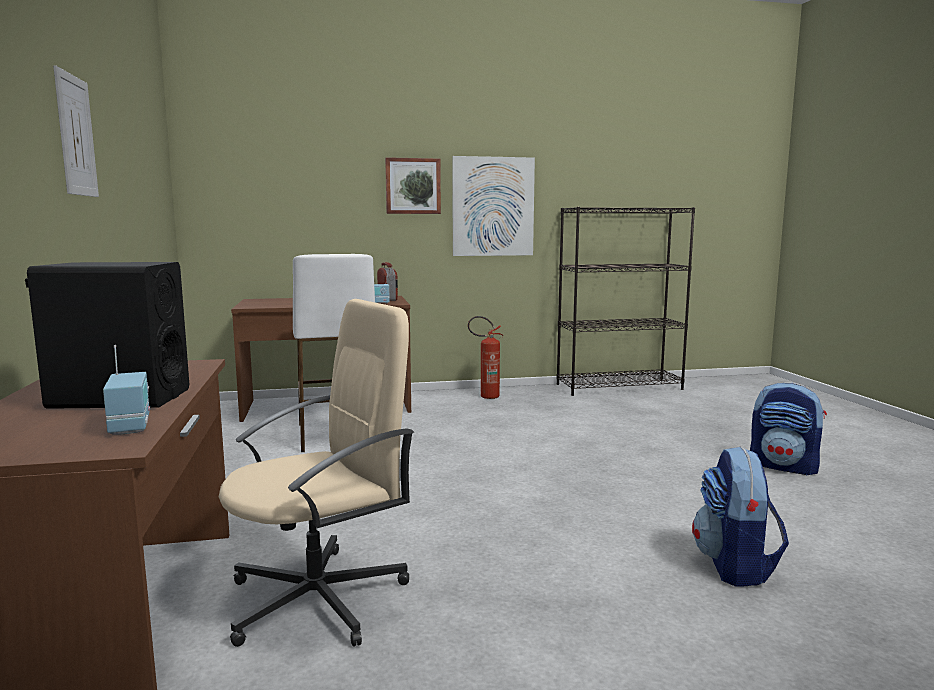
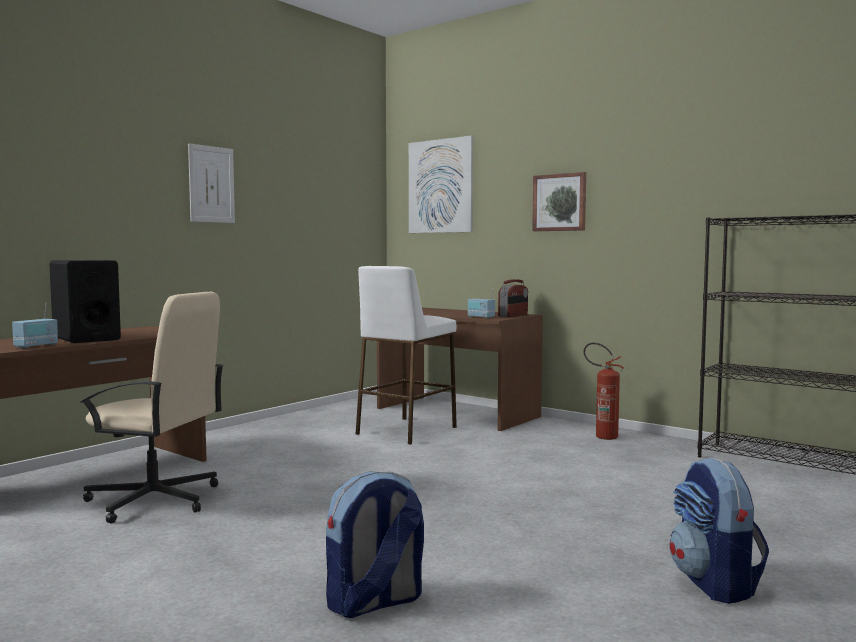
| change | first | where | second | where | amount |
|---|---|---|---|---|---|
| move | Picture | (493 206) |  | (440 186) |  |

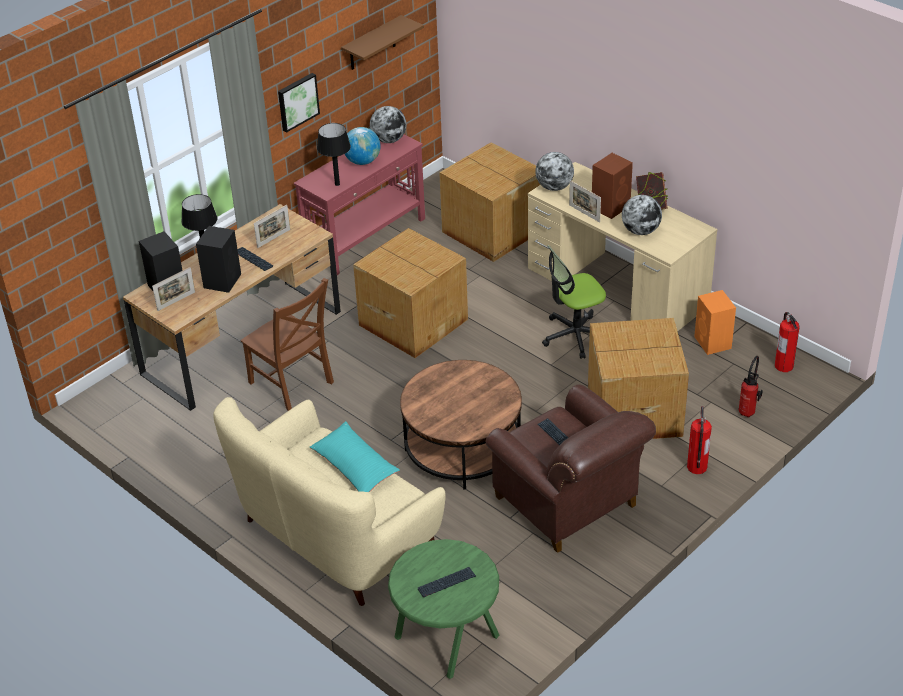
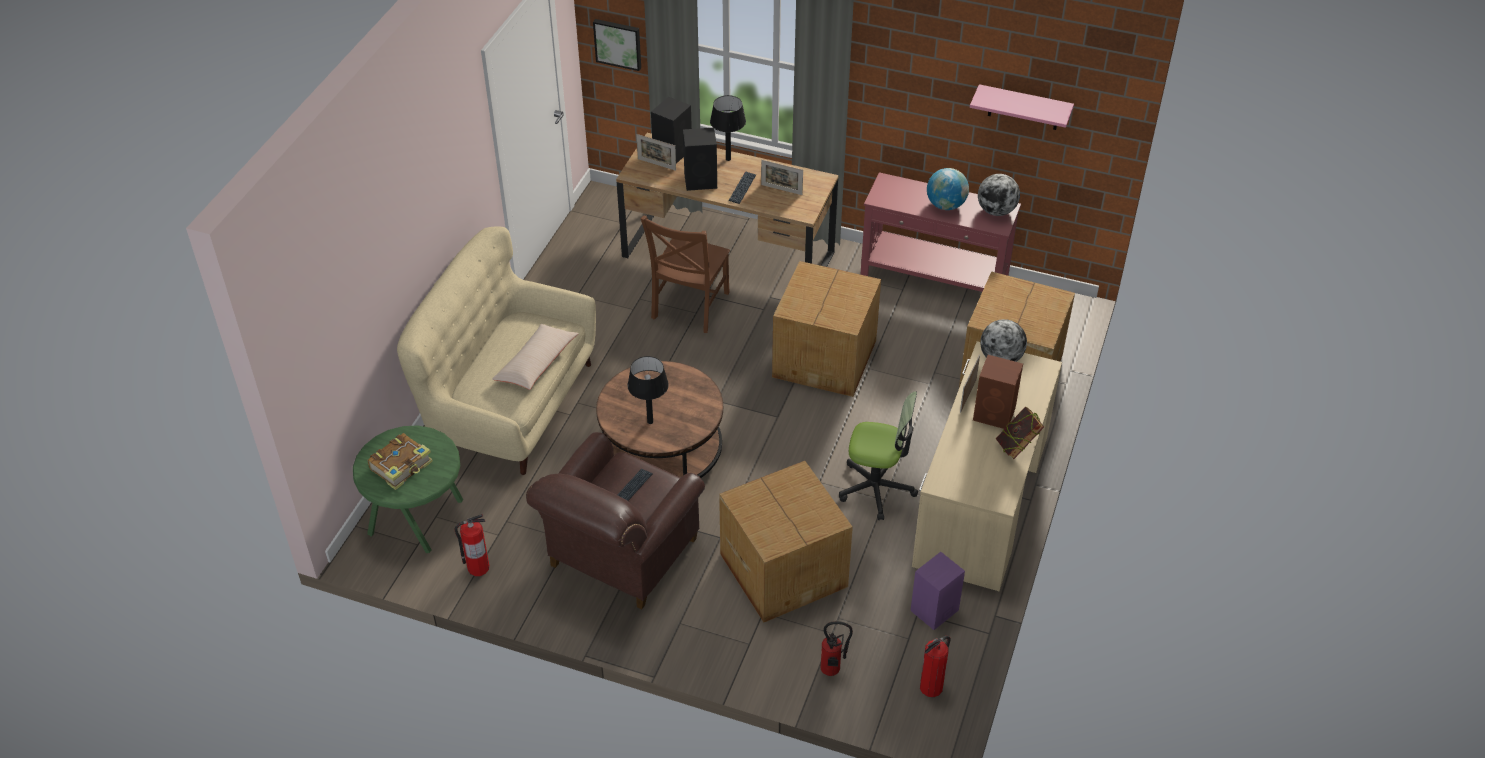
| change | first | where | second | where | amount |
|---|---|---|---|---|---|
| delete | DeskGlobe | (640 231) |  |  |  |
| move | Picture | (297 101) |  | (618 43) |  |
| move | BlackTableLamp | (337 184) |  | (650 422) |  |
| move | FireExtinguisher | (697 467) |  | (478 567) |  |
| replace | Keyboard | (446 583) | Book | (402 466) |  |
| recolor | BlueGreenThrowPillow | (354 466) | SandColouredThrowPillow | (536 363) |  |
| recolor | BrownColouredShelf | (372 44) | PinkColouredShelf | (1024 108) |  |
| recolor | OrangeLoudspeaker | (713 343) | PurpleColouredLoudspeaker | (933 611) |  |
| rotate | ComputerChair | (575 335) |  | (876 488) | 150 degrees clockwise |

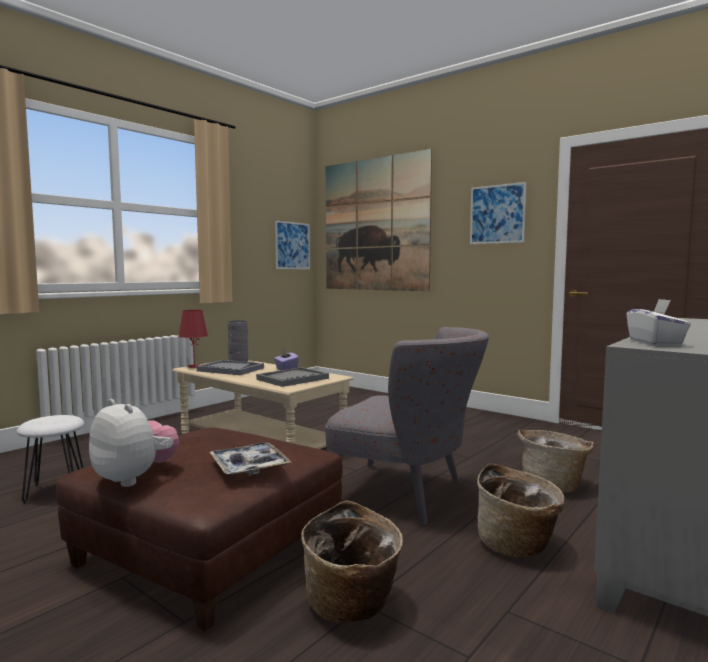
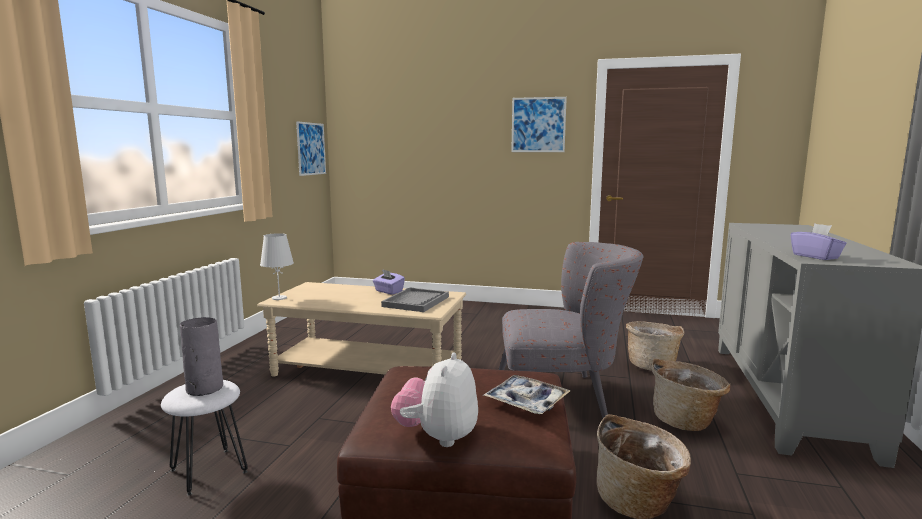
| change | first | where | second | where | amount |
|---|---|---|---|---|---|
| delete | GreyServingTray | (230 369) |  |  |  |
| delete | Picture | (375 225) |  |  |  |
| move | GreyVase | (237 361) |  | (203 389) |  |
| recolor | ReddishTableLamp | (194 366) | WhiteColouredTableLamp | (279 298) |  |
| recolor | WhiteColouredTissueBox | (656 343) | PurpleColouredTissueBox | (815 256) |  |
| rotate | CuddlyToy | (134 478) |  | (437 437) | 90 degrees counterclockwise |

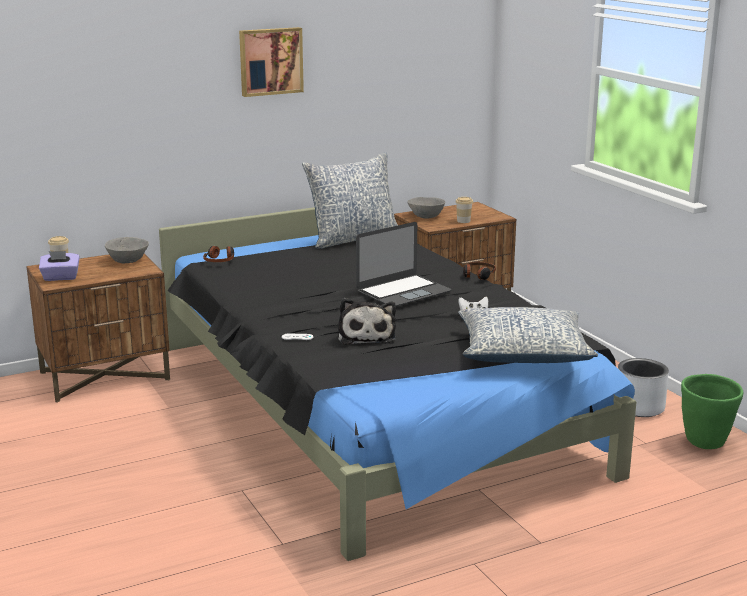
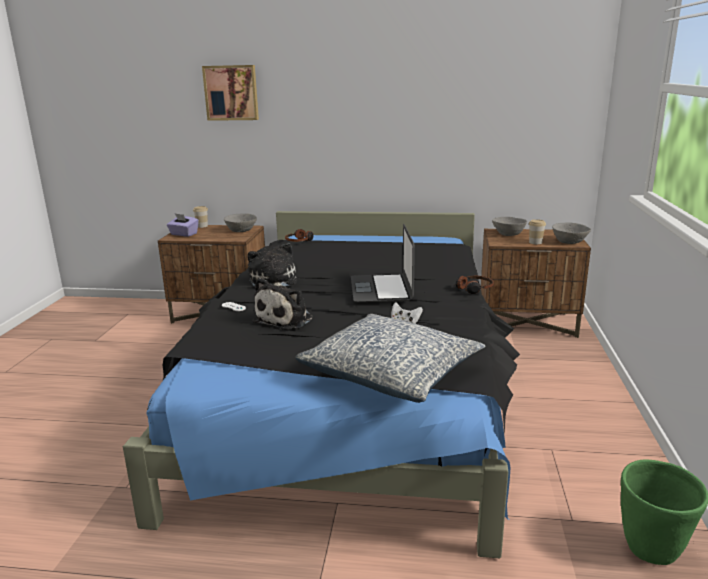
| change | first | where | second | where | amount |
|---|---|---|---|---|---|
| delete | ThrowPillow | (353 239) |  |  |  |
| delete | GreyPlantPot | (639 407) |  |  |  |
| insert |  |  | CuddlyToy | (273 282) |  |
| insert |  |  | GreyBowl | (569 242) |  |
| move | Picture | (270 61) |  | (231 93) |  |
| rotate | Laptop | (403 291) |  | (381 288) | 90 degrees clockwise |

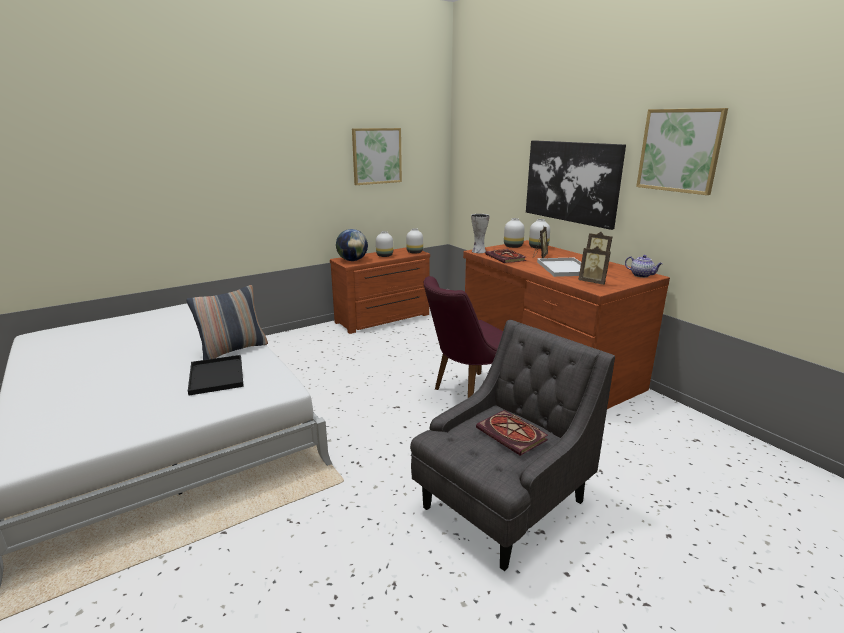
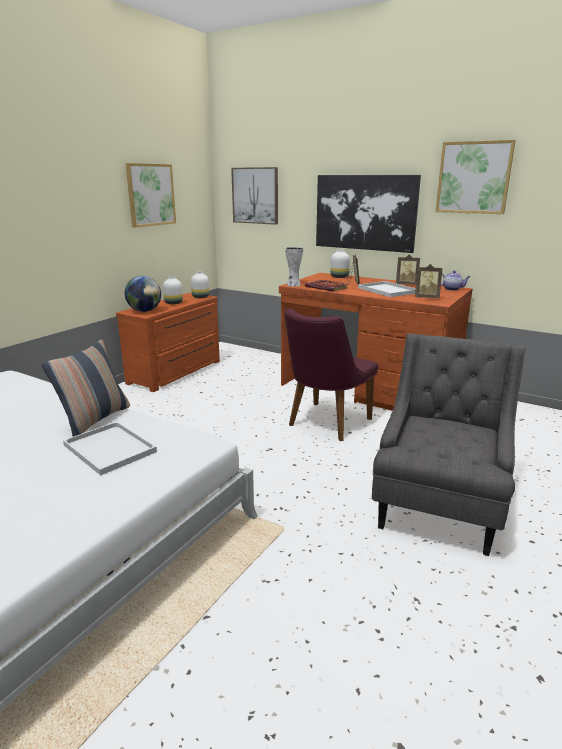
| change | first | where | second | where | amount |
|---|---|---|---|---|---|
| delete | Book | (513 435) |  |  |  |
| delete | WhiteColouredVase | (512 246) |  |  |  |
| insert |  |  | Picture | (255 195) |  |
| recolor | BlackServingTray | (217 376) | WhiteColouredServingTray | (111 449) |  |

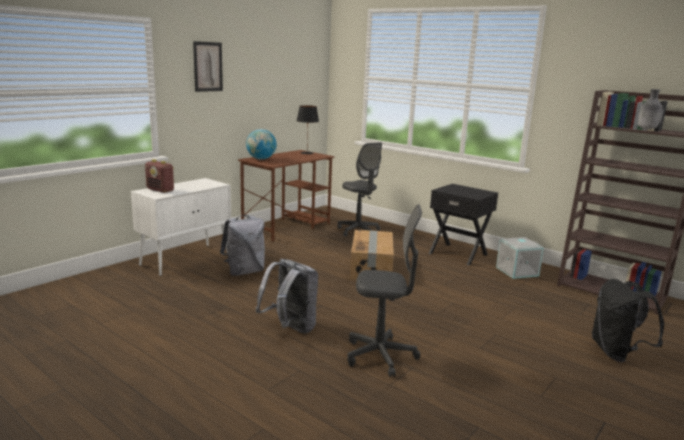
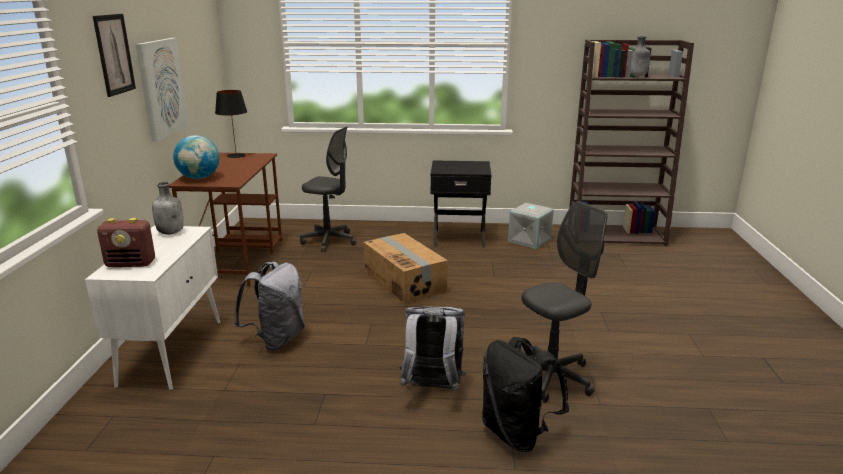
| change | first | where | second | where | amount |
|---|---|---|---|---|---|
| insert |  |  | Picture | (161 88) |  |
| insert |  |  | GreyDrinkBottle | (171 232) |  |
| move | BlackRucksack | (617 353) |  | (517 434) |  |

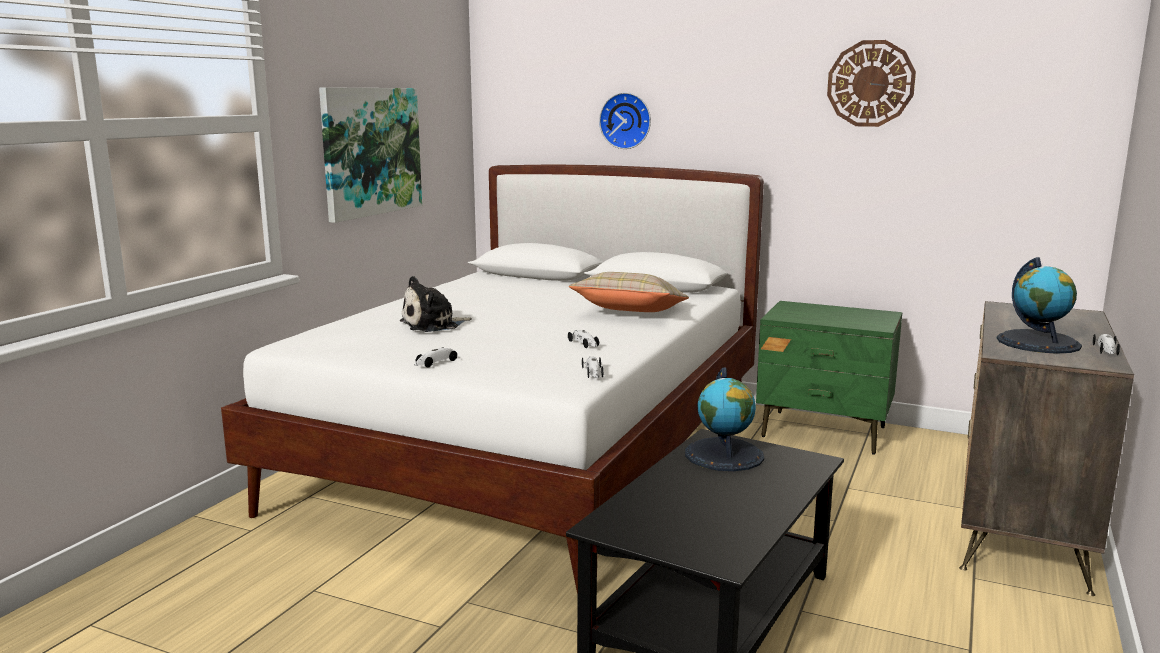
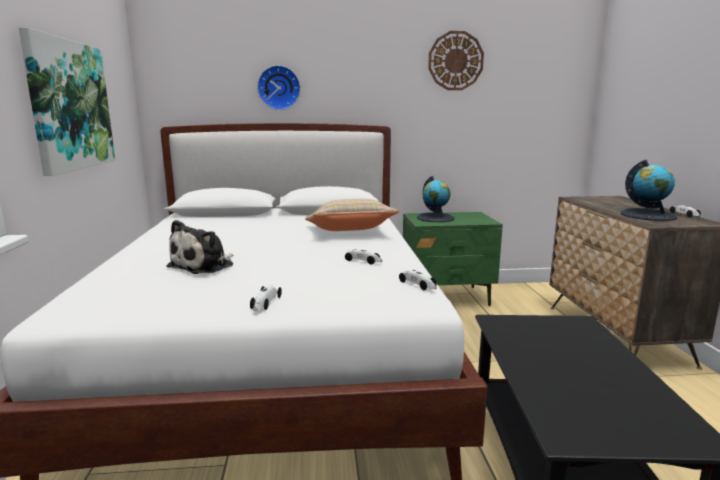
| change | first | where | second | where | amount |
|---|---|---|---|---|---|
| move | DeskGlobe | (724 455) |  | (435 218) |  |

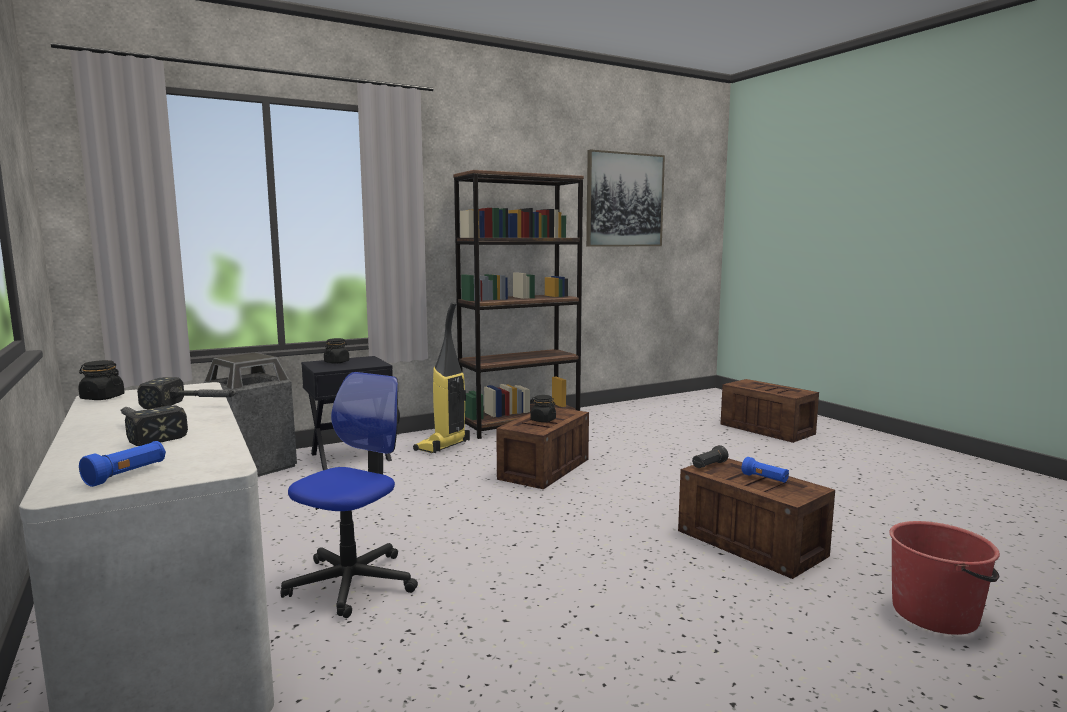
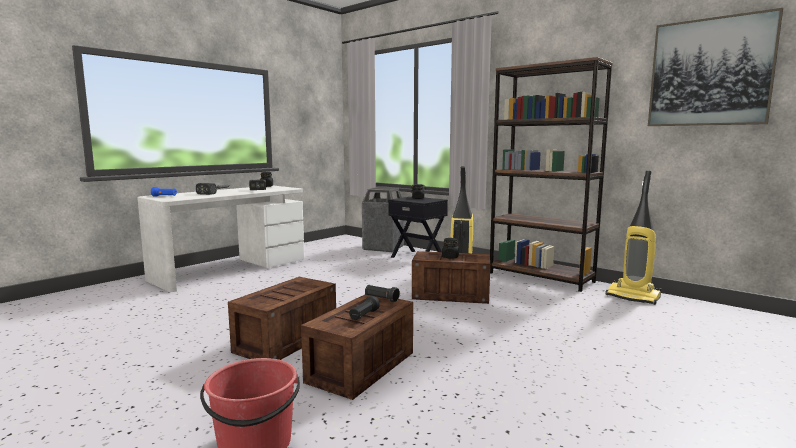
| change | first | where | second | where | amount |
|---|---|---|---|---|---|
| delete | ComputerChair | (352 583) |  |  |  |
| insert |  |  | Vacuum | (633 297) |  |
| move | ShippingCrate | (765 429) |  | (287 339) |  |
| recolor | BlueTorch | (765 479) | BlackTorch | (363 316) |  |

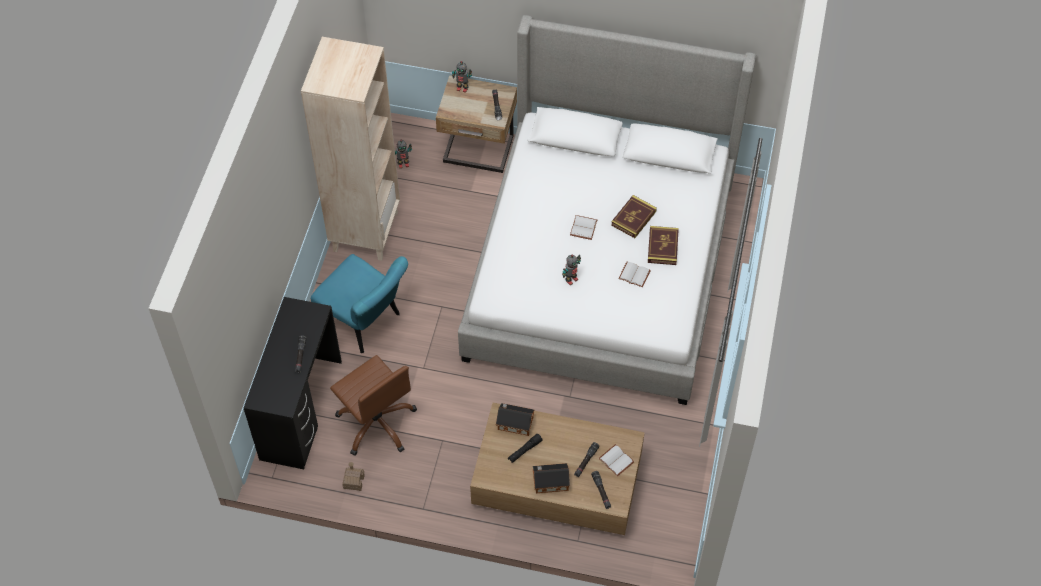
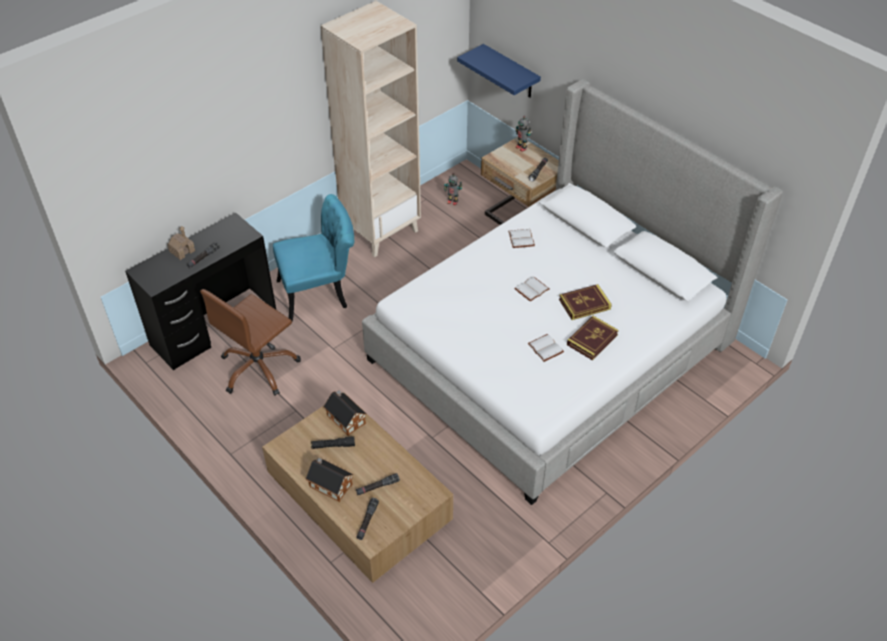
| change | first | where | second | where | amount |
|---|---|---|---|---|---|
| delete | ModelRobot | (571 279) |  |  |  |
| insert |  |  | BlueShelf | (510 72) |  |
| move | MiniatureHouse | (353 481) |  | (182 251) |  |
| move | WhiteColouredBook | (617 460) |  | (522 239) |  |
| rotate | BlueGreenUprightChair | (365 322) |  | (320 293) | 90 degrees counterclockwise |
| rotate | BrownColouredComputerChair | (377 423) |  | (259 368) | 45 degrees clockwise |

